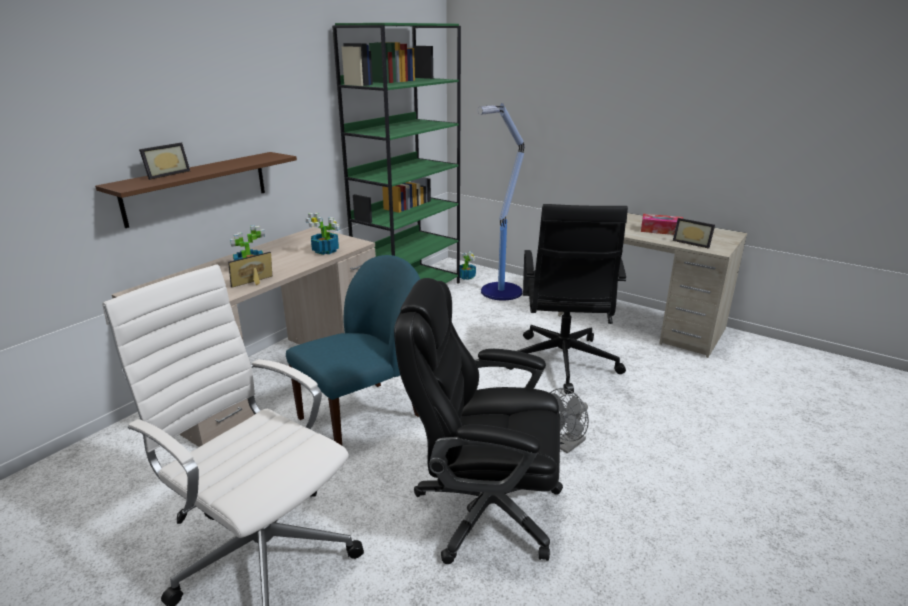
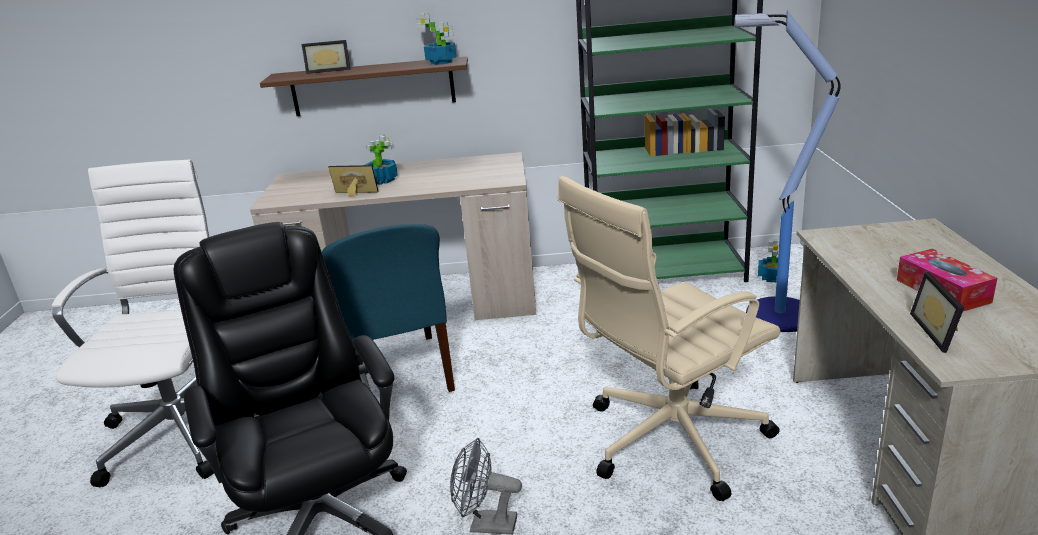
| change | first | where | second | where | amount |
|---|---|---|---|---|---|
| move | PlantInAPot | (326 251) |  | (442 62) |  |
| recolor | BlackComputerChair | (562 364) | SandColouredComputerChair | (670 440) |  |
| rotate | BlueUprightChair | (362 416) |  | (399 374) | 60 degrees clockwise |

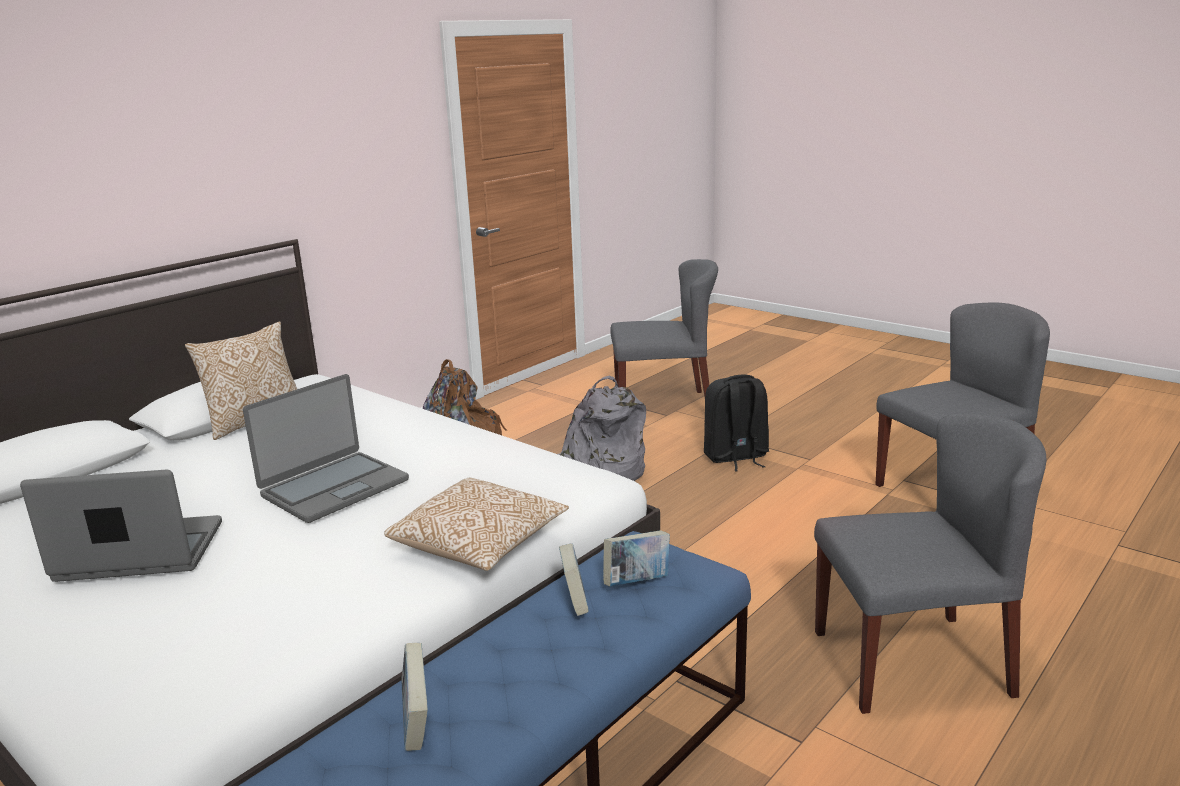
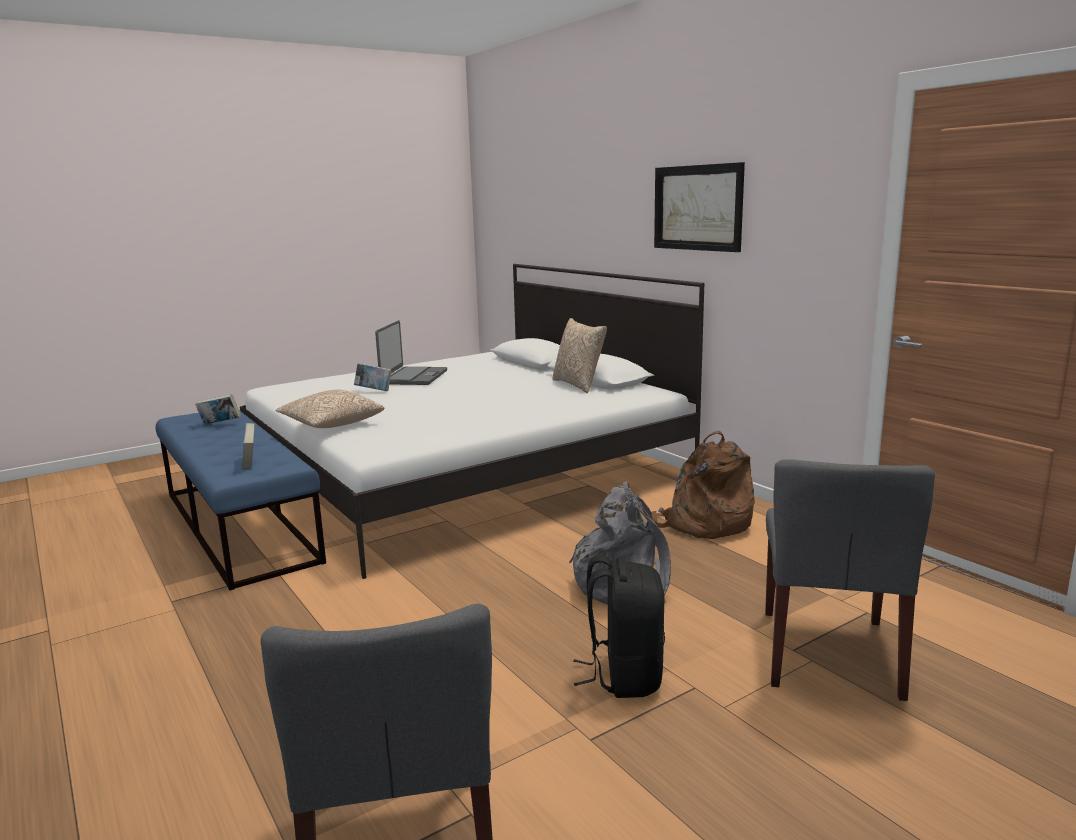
| change | first | where | second | where | amount |
|---|---|---|---|---|---|
| delete | Laptop | (334 488) |  |  |  |
| delete | GreyUprightChair | (912 662) |  |  |  |
| insert |  |  | Picture | (697 208) |  |
| move | Book | (575 603) |  | (374 391) |  |

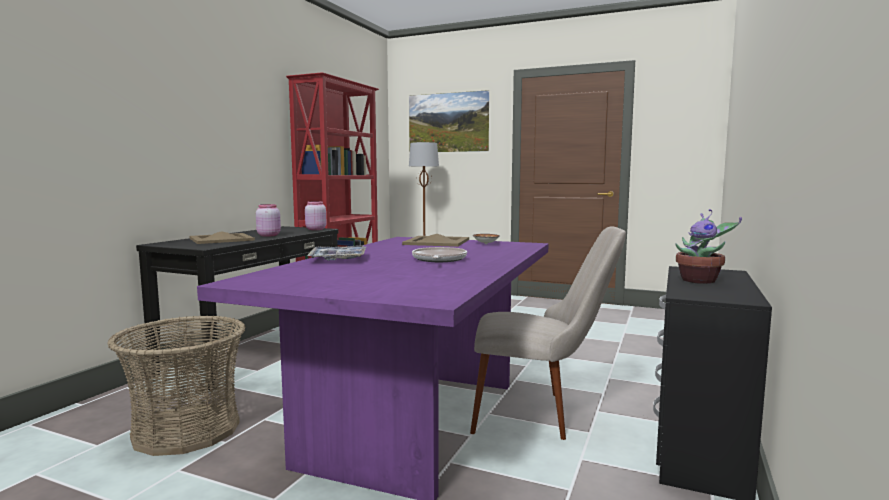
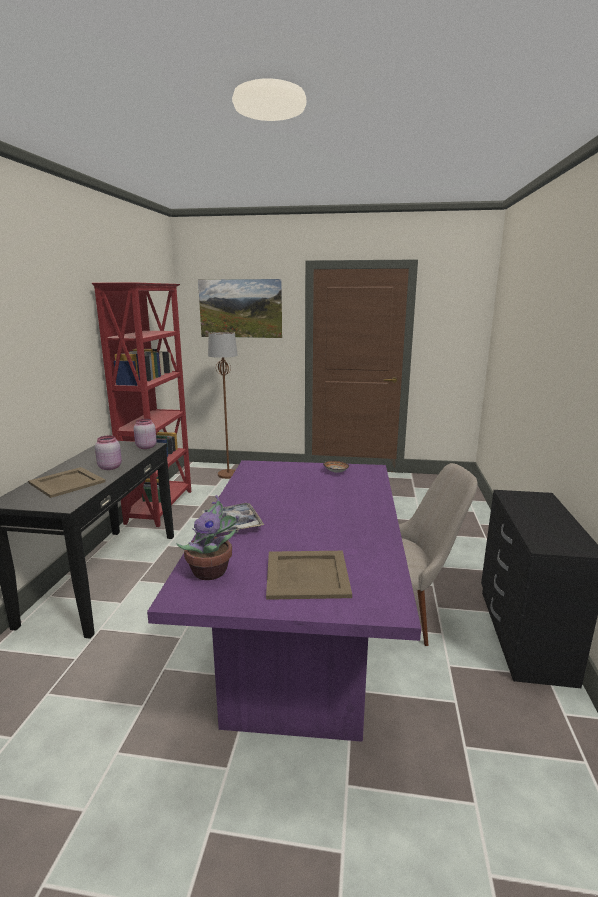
| change | first | where | second | where | amount |
|---|---|---|---|---|---|
| delete | StorageBasket | (186 430) |  |  |  |
| delete | FryingPan | (438 260) |  |  |  |
| move | SandColouredServingTray | (437 242) |  | (308 575) |  |
| move | PlantInAPot | (700 281) |  | (212 572) |  |

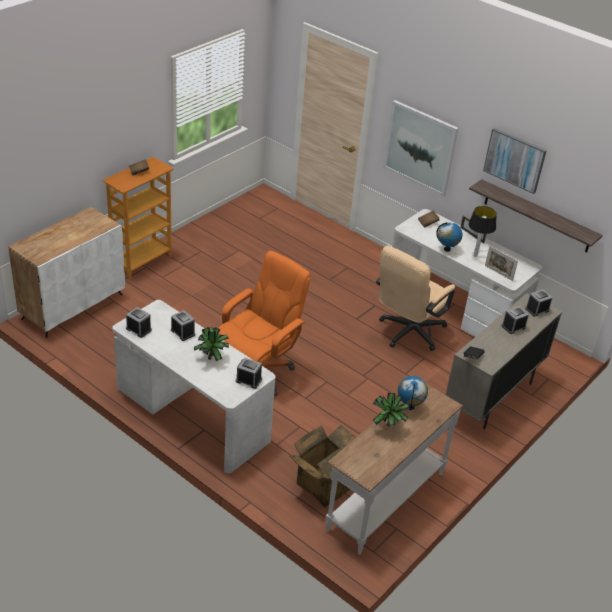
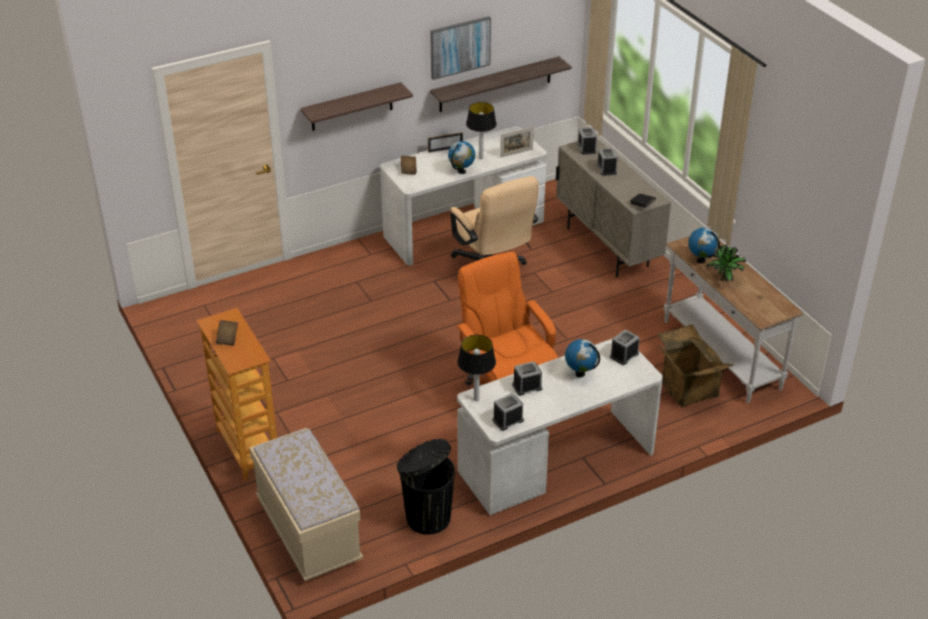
| change | first | where | second | where | amount |
|---|---|---|---|---|---|
| insert |  |  | BlackWasteBin | (427 517) |  |
| insert |  |  | TableLamp | (476 399) |  |
| replace | WhiteColouredCabinet | (73 306) | SandColouredIndoorBench | (308 531) |  |
| replace | PlantInAPot | (212 358) | DeskGlobe | (580 373) |  |
| replace | Picture | (420 147) | Shelf | (352 107) |  |

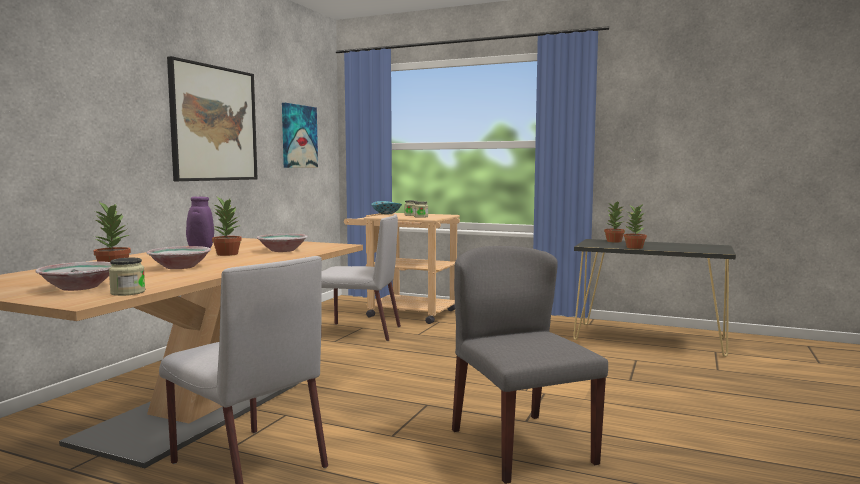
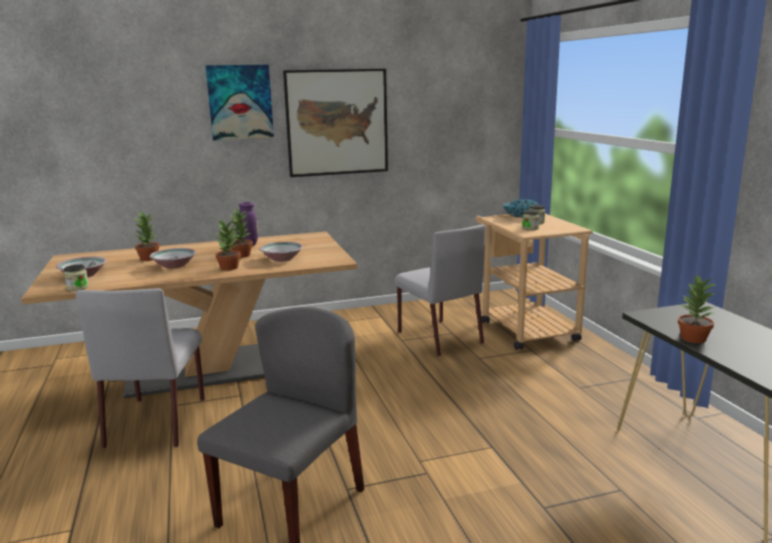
| change | first | where | second | where | amount |
|---|---|---|---|---|---|
| move | Picture | (298 136) |  | (240 102) |  |
| move | PlantInAPot | (613 241) |  | (228 267) |  |

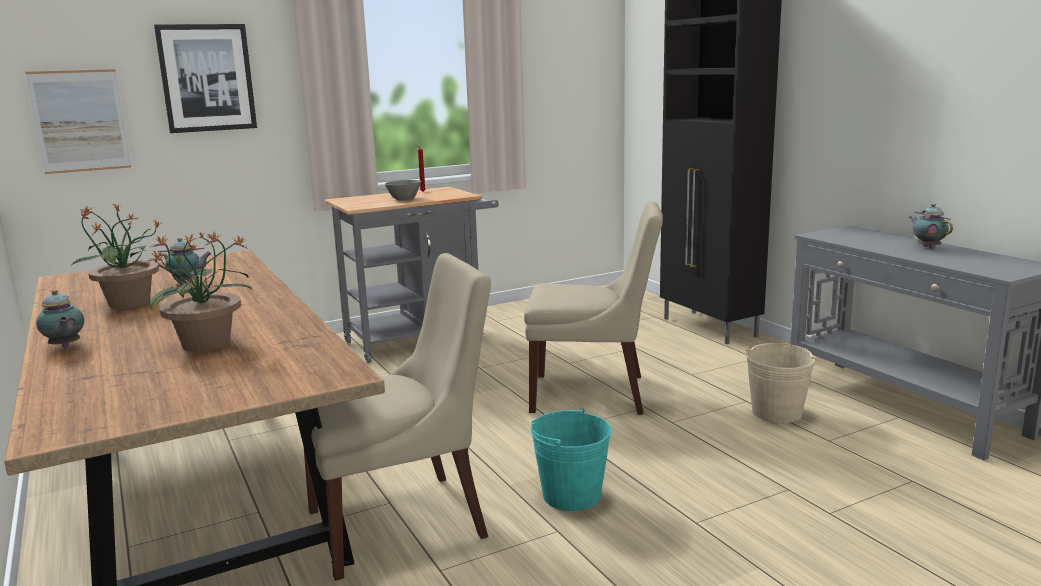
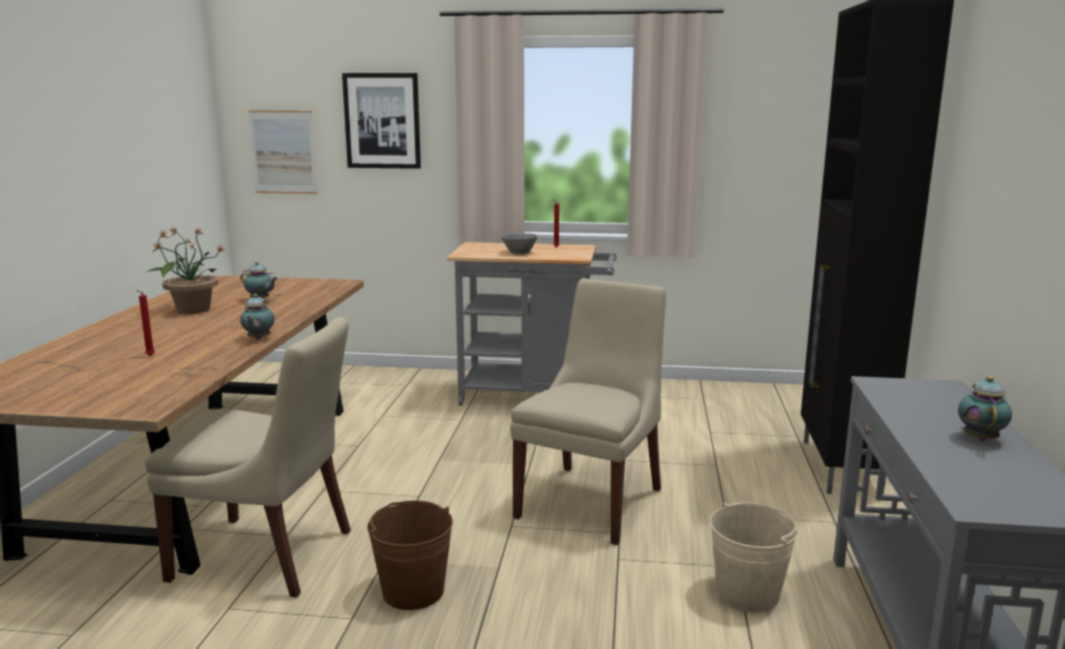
| change | first | where | second | where | amount |
|---|---|---|---|---|---|
| move | Teapot | (65 346) |  | (258 339) |  |
| replace | PlantInAPot | (208 344) | ReddishWaxLight | (149 356) |  |
| recolor | BlueGreenPail | (571 495) | BrownColouredPail | (413 591) |  |
| rotate | SandColouredUprightChair | (593 394) |  | (592 500) | 105 degrees counterclockwise |

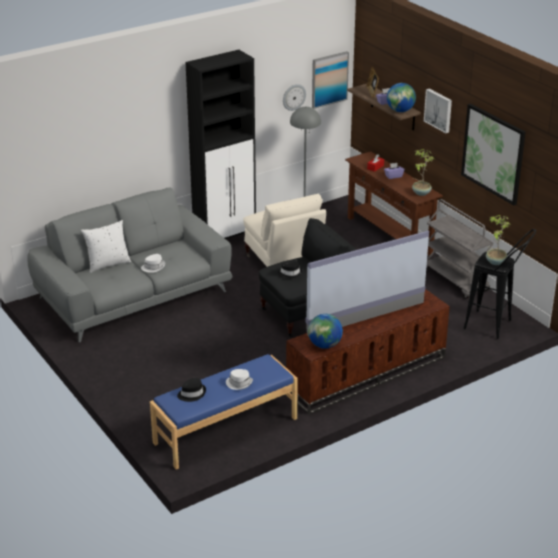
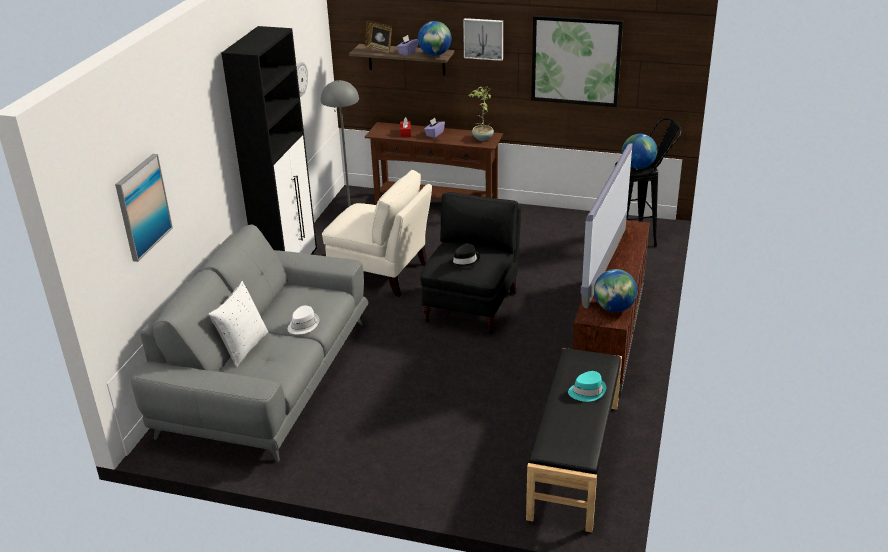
| change | first | where | second | where | amount |
|---|---|---|---|---|---|
| delete | BlackClothingHat | (191 394) |  |  |  |
| delete | GreyTrolley | (455 280) |  |  |  |
| move | Picture | (329 79) |  | (142 207) |  |
| replace | PlantInAPot | (495 262) | DeskGlobe | (638 167) |  |
| recolor | BlueIndoorBench | (226 431) | BlackIndoorBench | (576 460) |  |
| recolor | WhiteColouredClothingHat | (239 383) | BlueGreenClothingHat | (587 391) |  |

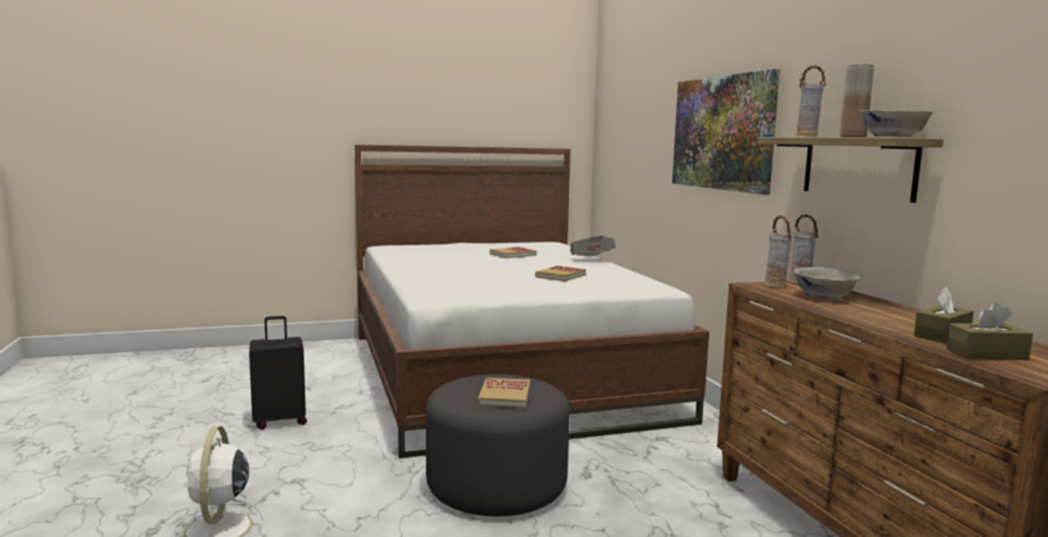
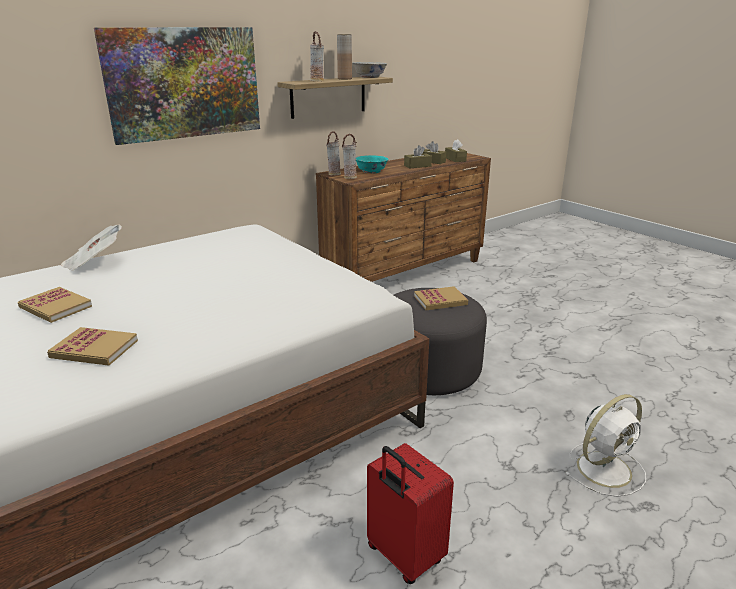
| change | first | where | second | where | amount |
|---|---|---|---|---|---|
| insert |  |  | BrownColouredTissueBox | (417 166) |  |
| move | Book | (560 276) |  | (94 349) |  |
| recolor | BlackPieceOfLuggage | (280 421) | ReddishPieceOfLuggage | (403 556) |  |
| recolor | WhiteColouredBowl | (823 296) | BlueGreenBowl | (371 171) |  |

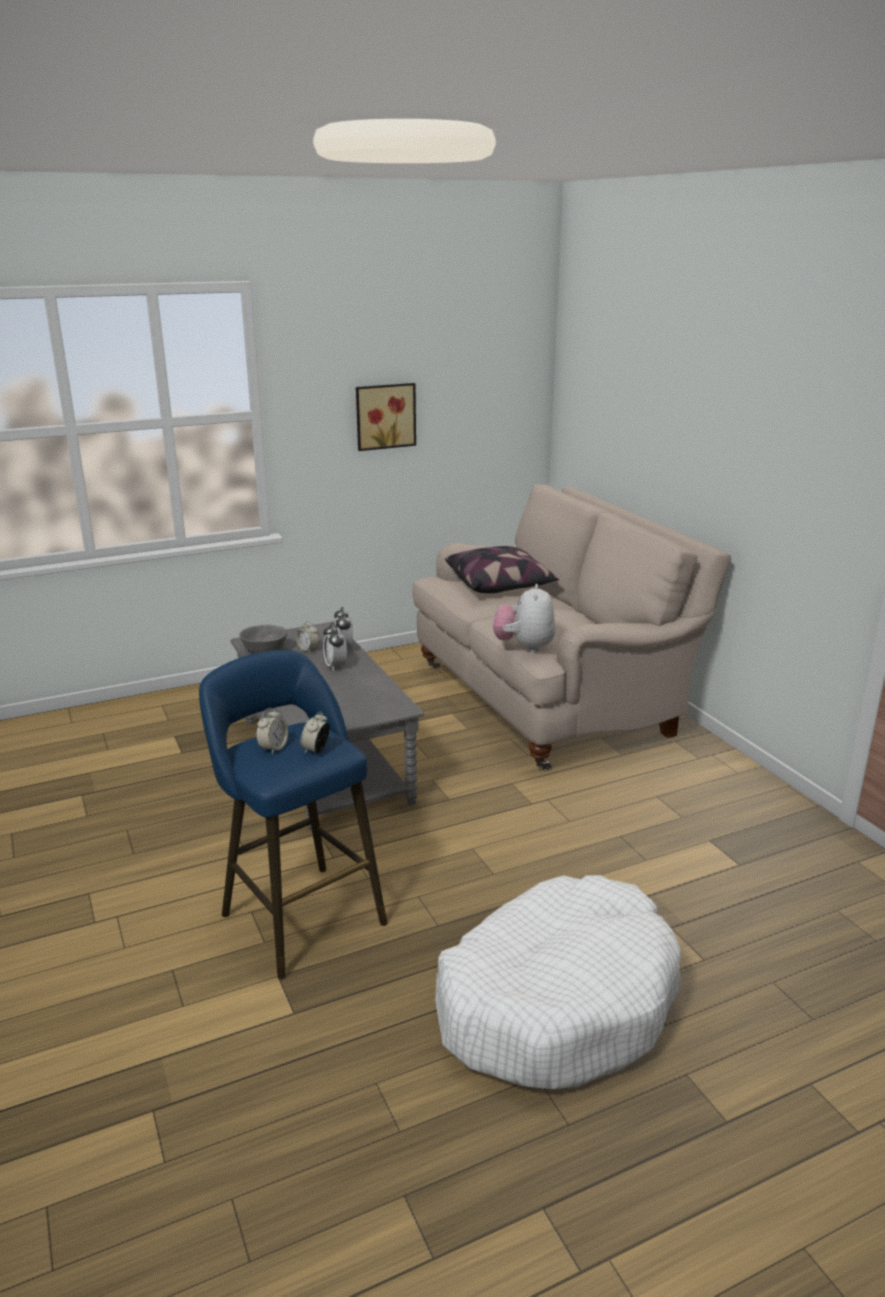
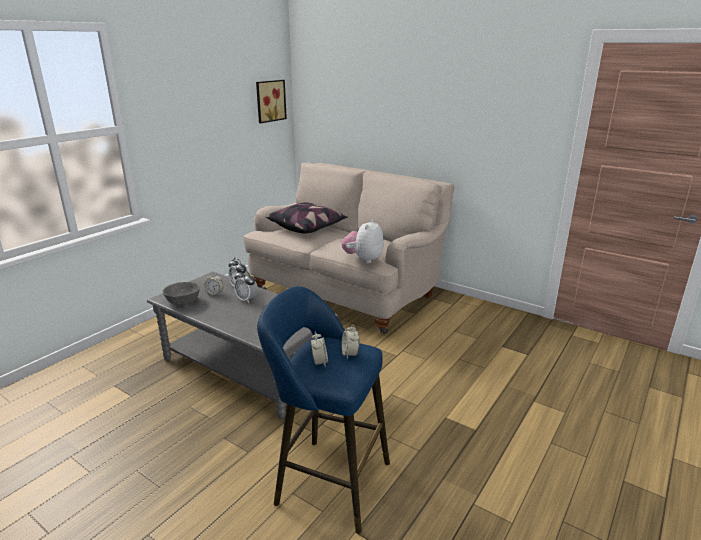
| change | first | where | second | where | amount |
|---|---|---|---|---|---|
| delete | WhiteColouredDogCushion | (557 1001) |  |  |  |
| move | Picture | (384 416) |  | (269 101) |  |
| rotate | CuddlyToy | (524 647) |  | (363 259) | 45 degrees clockwise |

